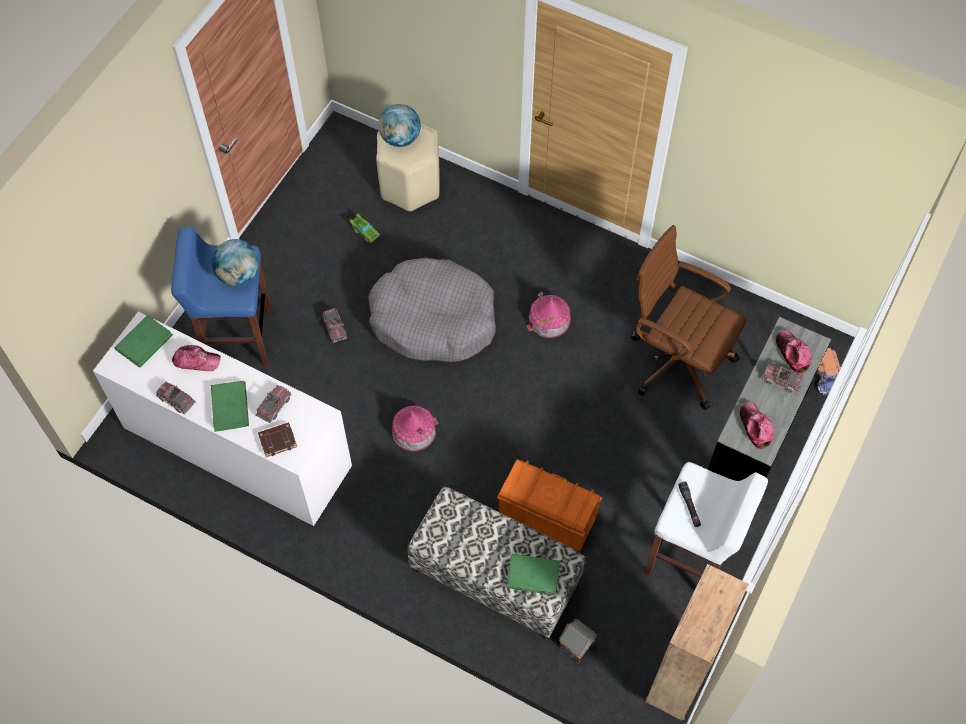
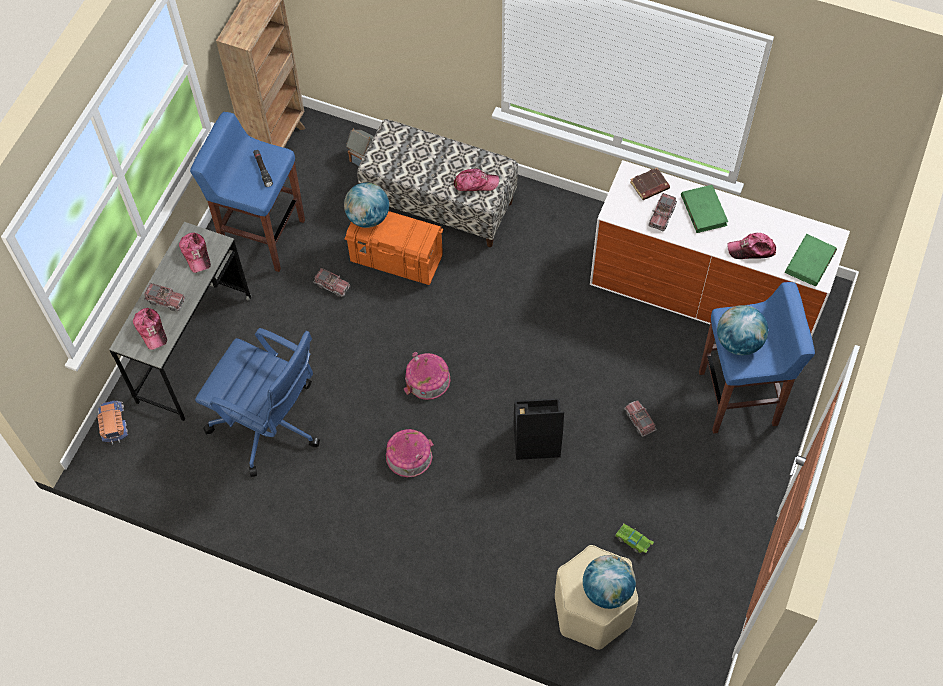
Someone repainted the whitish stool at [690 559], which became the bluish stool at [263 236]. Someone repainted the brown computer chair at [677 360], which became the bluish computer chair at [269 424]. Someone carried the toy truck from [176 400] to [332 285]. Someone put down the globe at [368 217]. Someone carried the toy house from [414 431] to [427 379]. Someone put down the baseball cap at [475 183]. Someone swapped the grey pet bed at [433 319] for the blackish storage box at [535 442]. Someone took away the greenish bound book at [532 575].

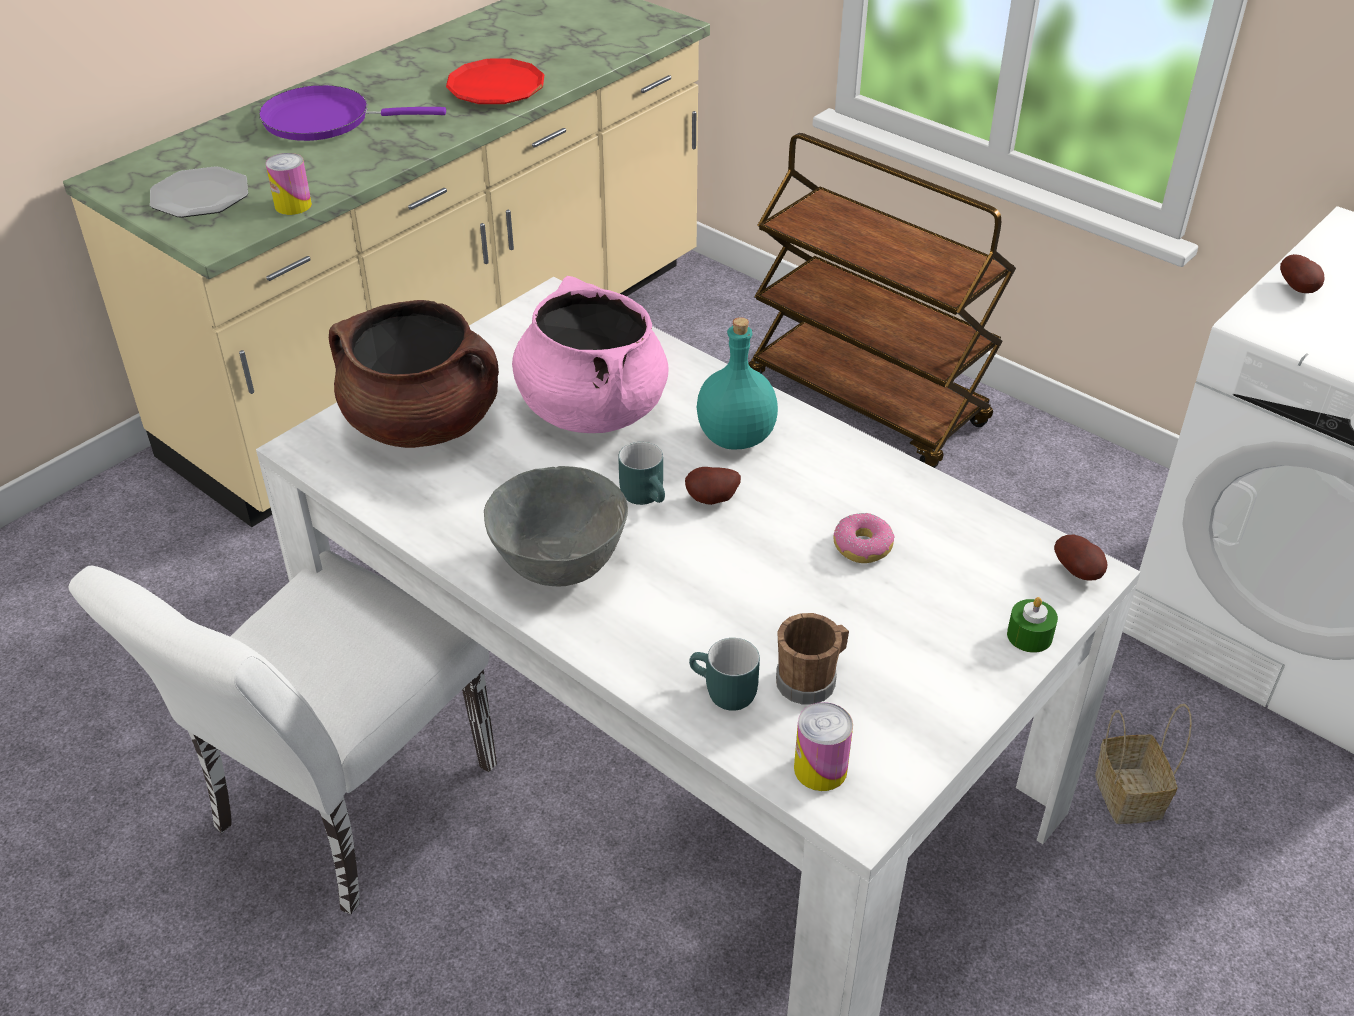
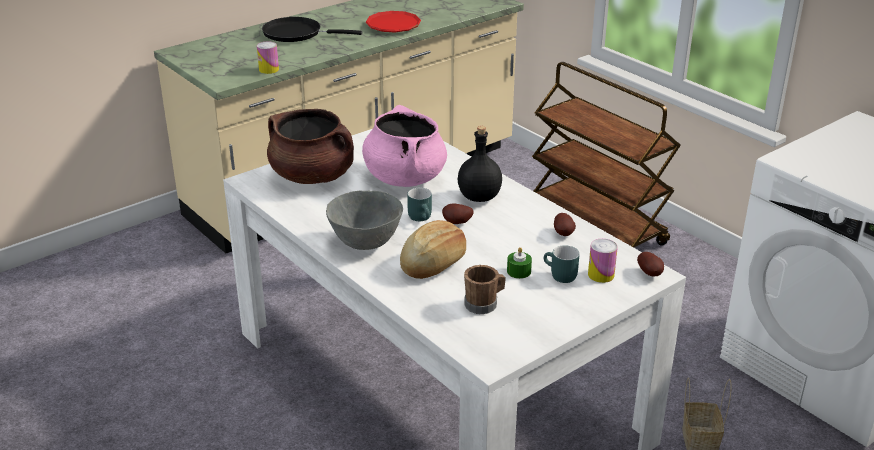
Someone repainted the purple skillet at [325 120], which became the blackish skillet at [297 34]. Someone put down the bread at [434 263]. Someone repainted the turquoise bottle at [737 438], which became the blackish bottle at [480 197]. Someone carried the greenish wax light from [1029 636] to [519 271]. Someone carried the turquoise mug from [722 694] to [559 276]. Someone carried the whole potato from [1298 289] to [564 234]. Someone carried the can from [820 769] to [601 275]. Someone took away the whitish chair at [340 810]. Someone took away the dinner plate at [200 195]. Someone took away the donut at [862 546].

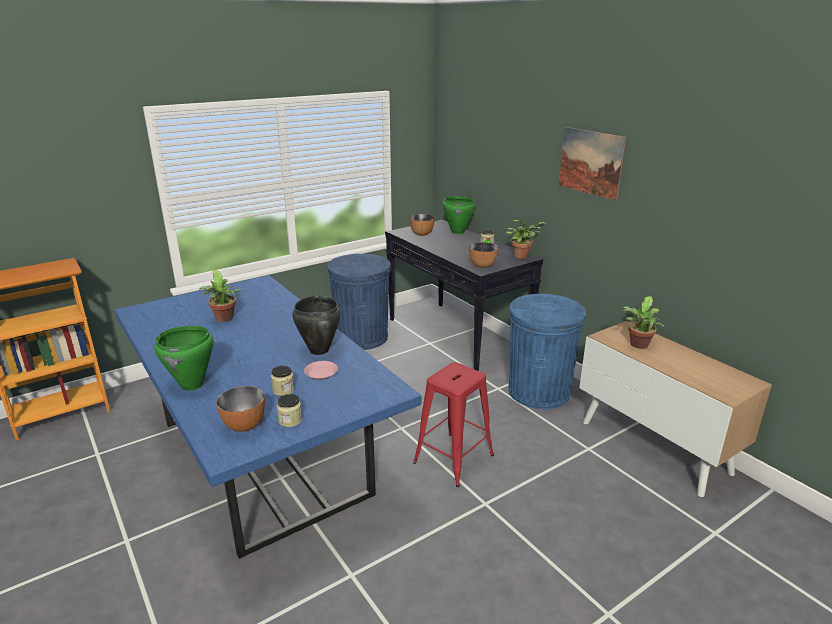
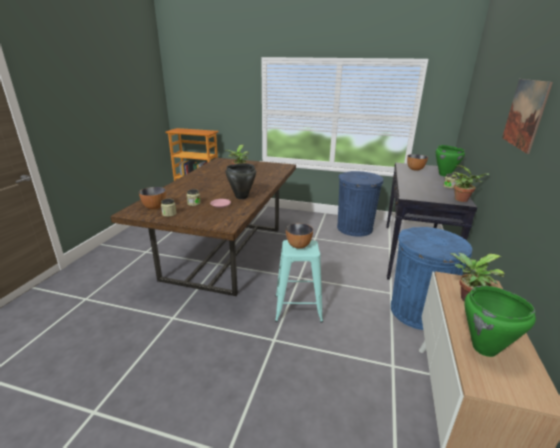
Someone repainted the bluish kitchen table at [262 455], which became the brown kitchen table at [227 251]. Someone repainted the reddish stool at [453 459], which became the turquoise stool at [298 308]. Someone carried the deep dish from [482 266] to [298 245]. Someone carried the greenish cooking pot from [192 385] to [484 348].

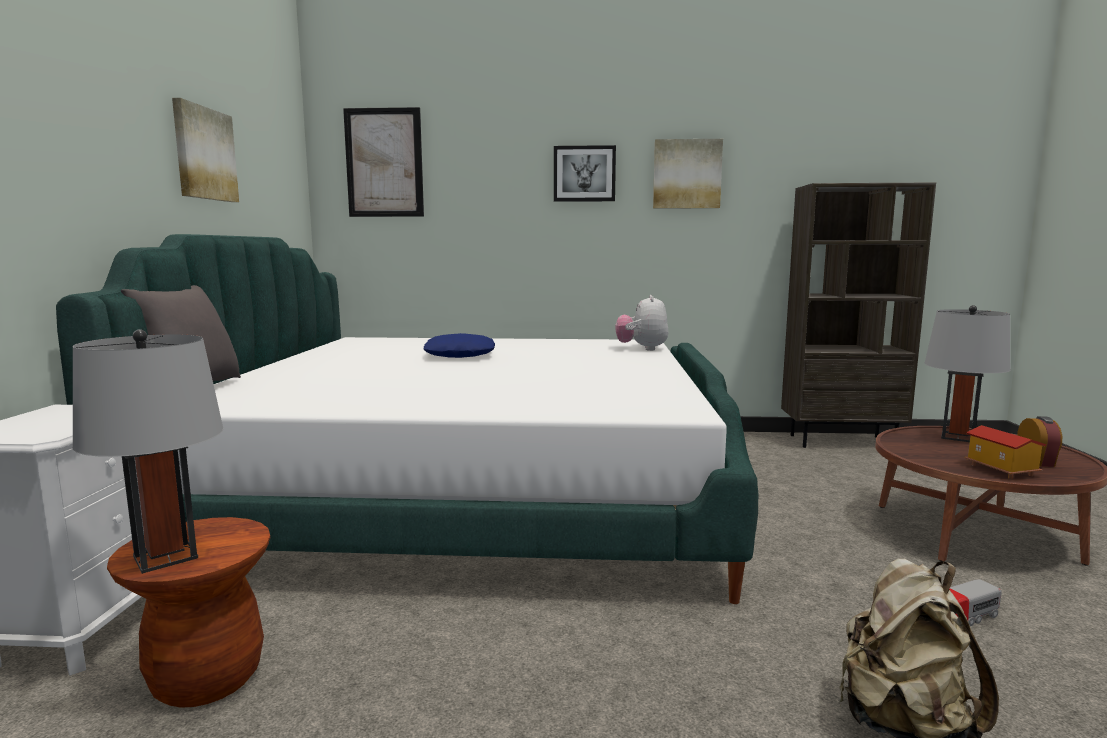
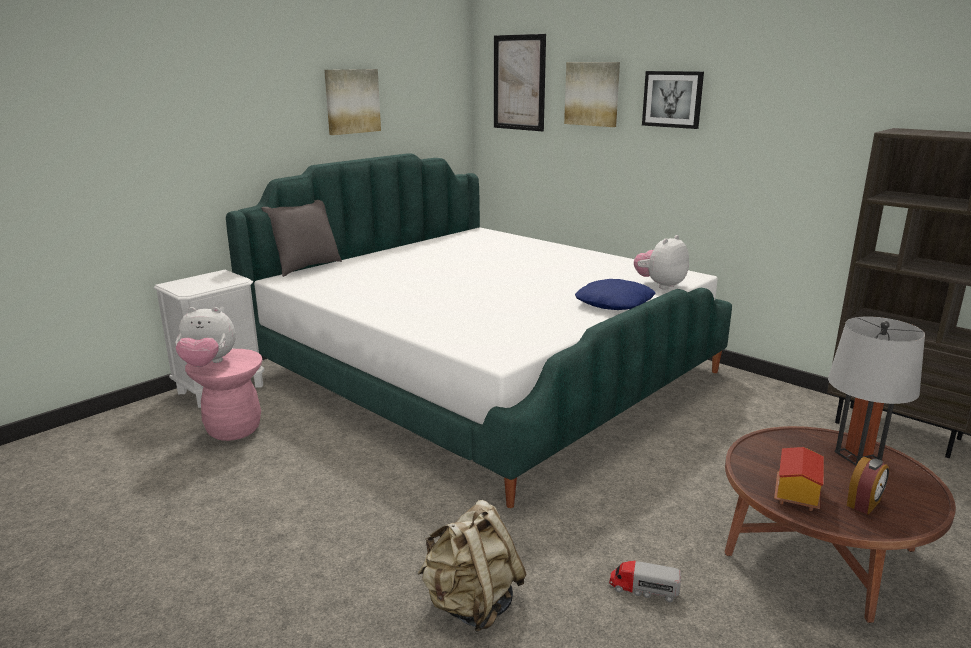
Someone swapped the grey table lamp at [166 557] for the soft toy at [208 364]. Someone repainted the brown stool at [207 678], which became the pink-coloured stool at [233 429]. Someone carried the wall art from [687 174] to [592 94]. Someone carried the bluish pillow from [459 355] to [614 303].

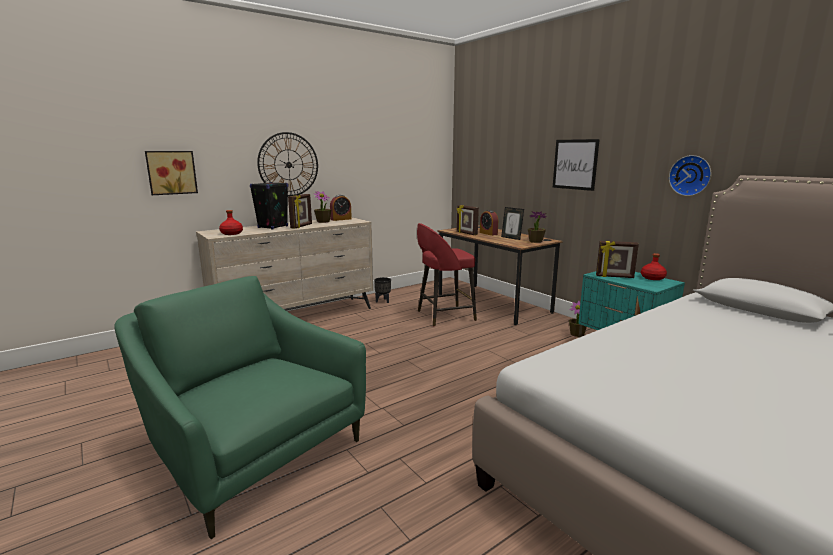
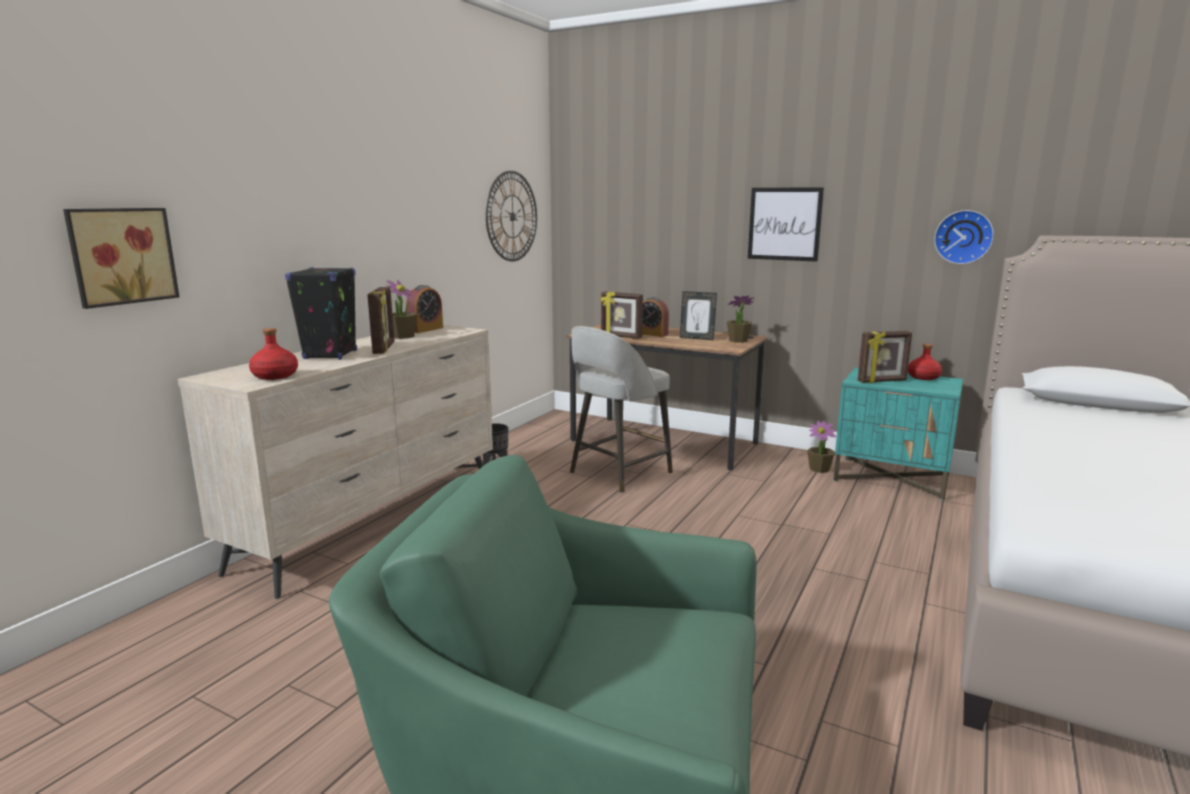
Someone carried the hanging clock from [288 164] to [512 216]. Someone repainted the reddish stool at [444 316], which became the grey stool at [618 473].

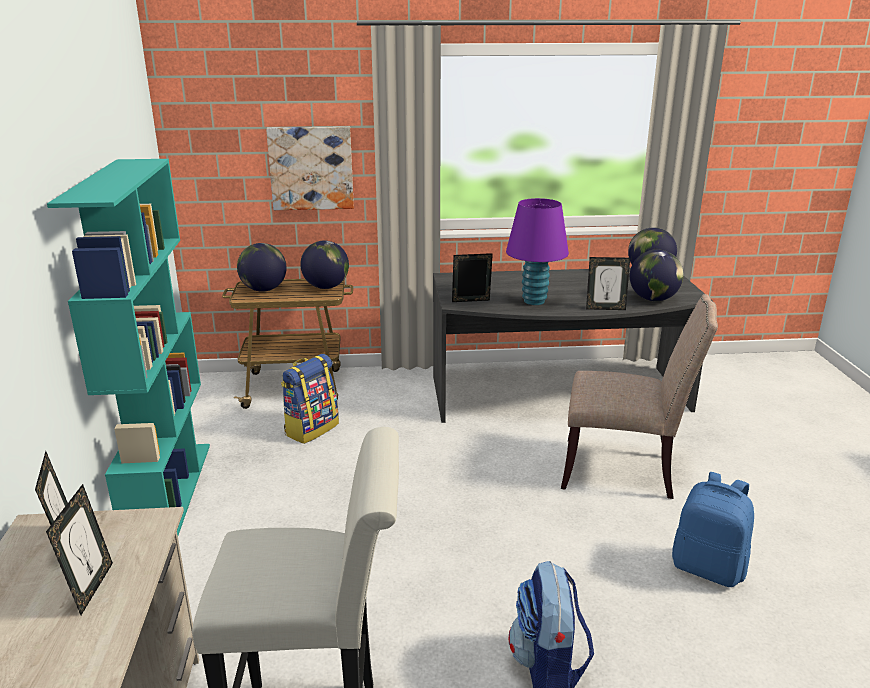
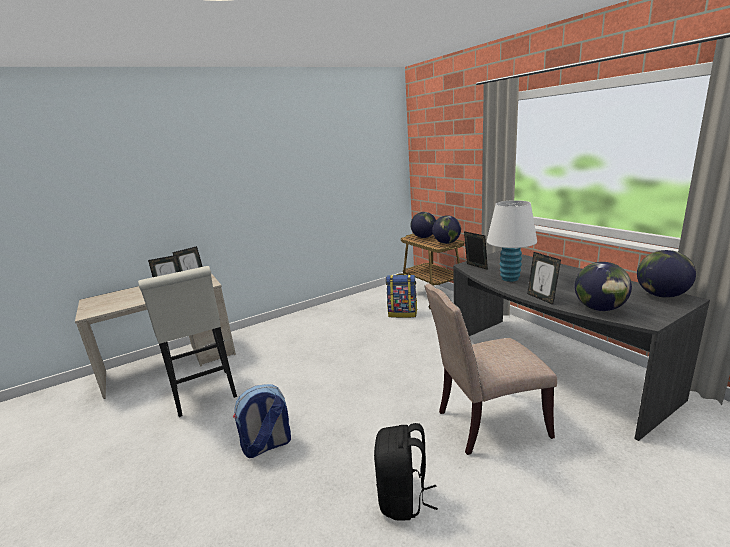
Someone repainted the bluish backpack at [708 568], which became the blackish backpack at [403 498]. Someone rotated the sand-coloured chair at [623 470] by 90 degrees clockwise. Someone repainted the purple table lamp at [534 301], which became the whitish table lamp at [510 278]. Someone took away the turquoise bookshelf at [169 491]. Someone took away the wall art at [311 168].

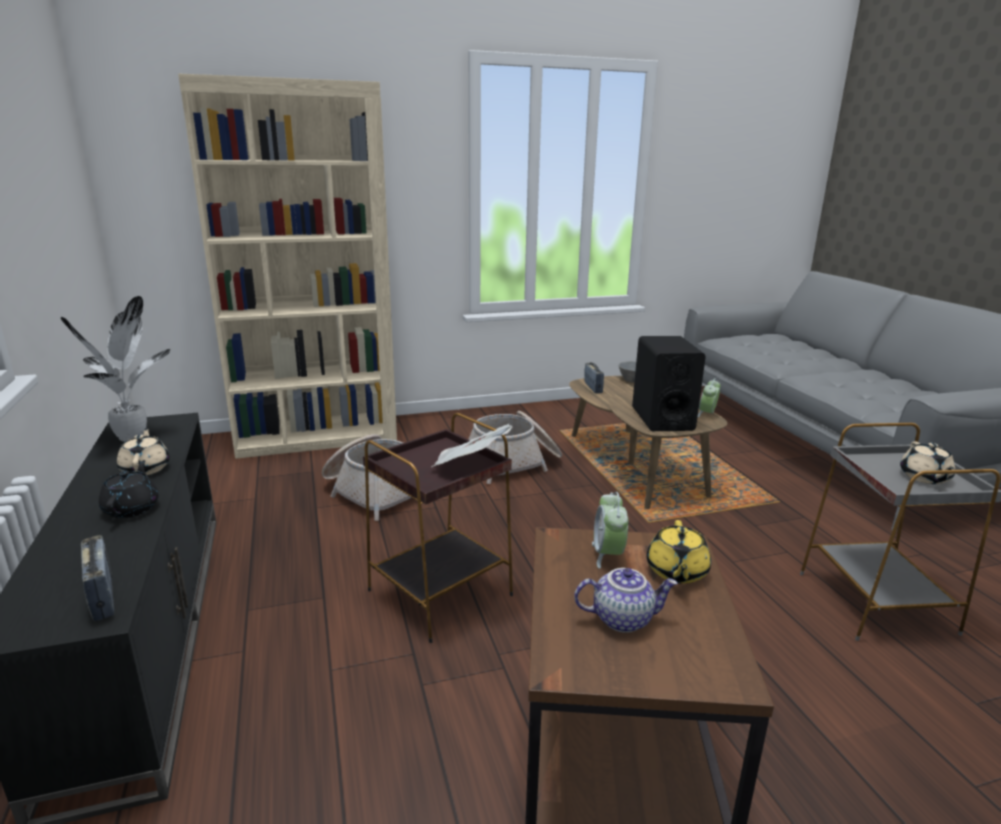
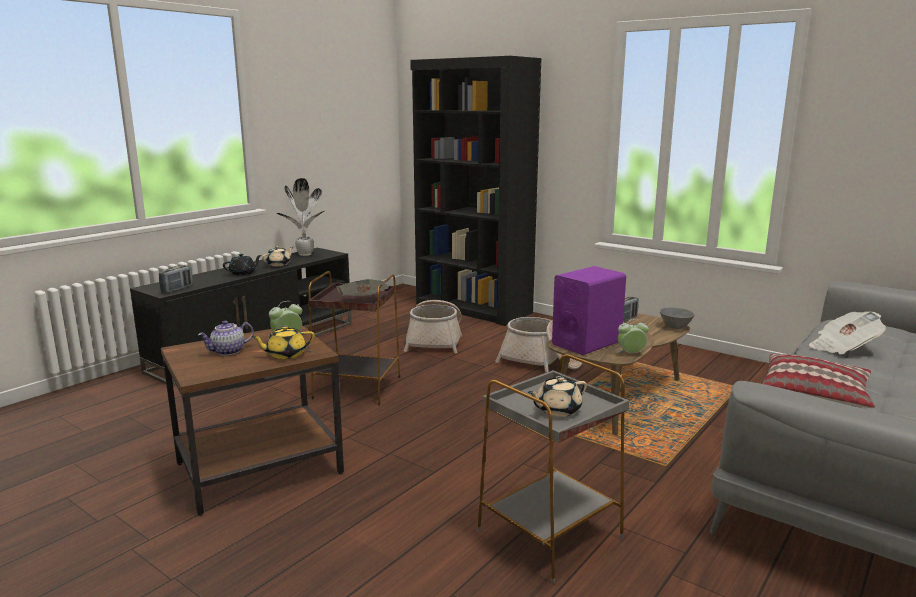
Someone rotated the tea pot at [623 618] by 90 degrees clockwise. Someone repainted the sand-coloured bookshelf at [317 437], which became the blackish bookshelf at [473 308]. Someone repainted the blackish speaker at [662 418], which became the purple speaker at [587 343]. Someone put down the pillow at [815 394]. Someone put down the newspaper at [843 348].

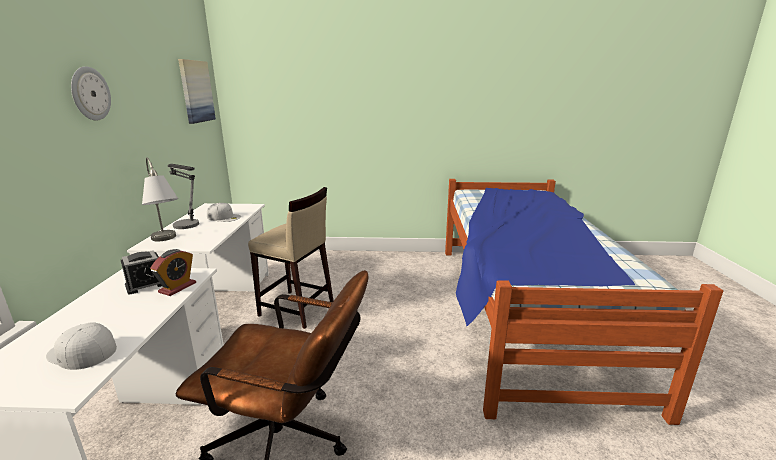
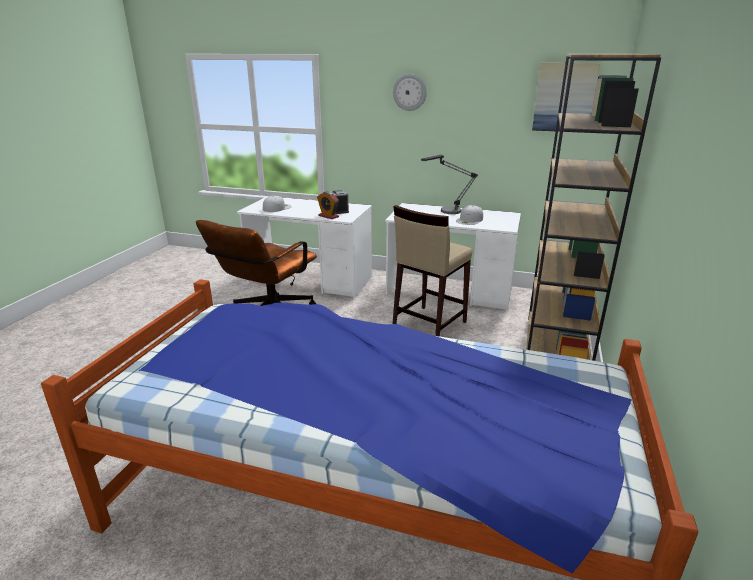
Someone put down the brown bookshelf at [556 348]. Someone took away the grey table lamp at [166 241].

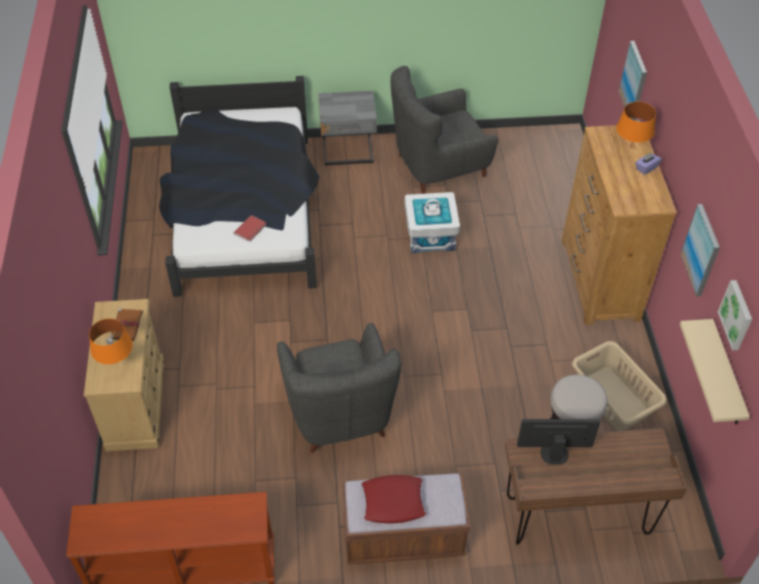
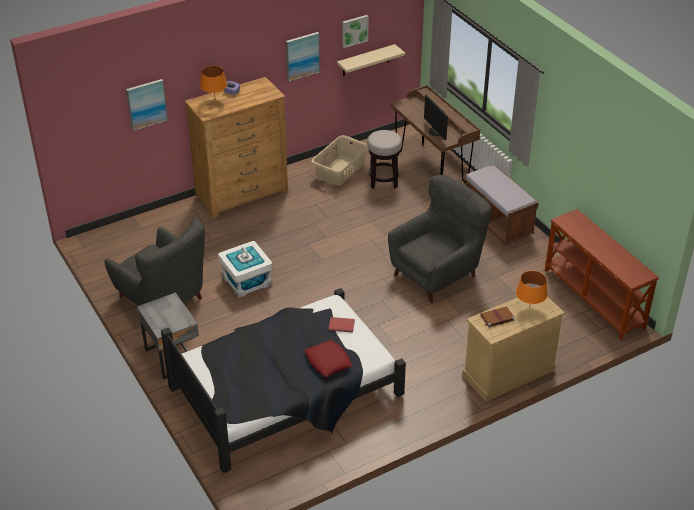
Someone carried the reddish pillow from [393 502] to [328 361].

